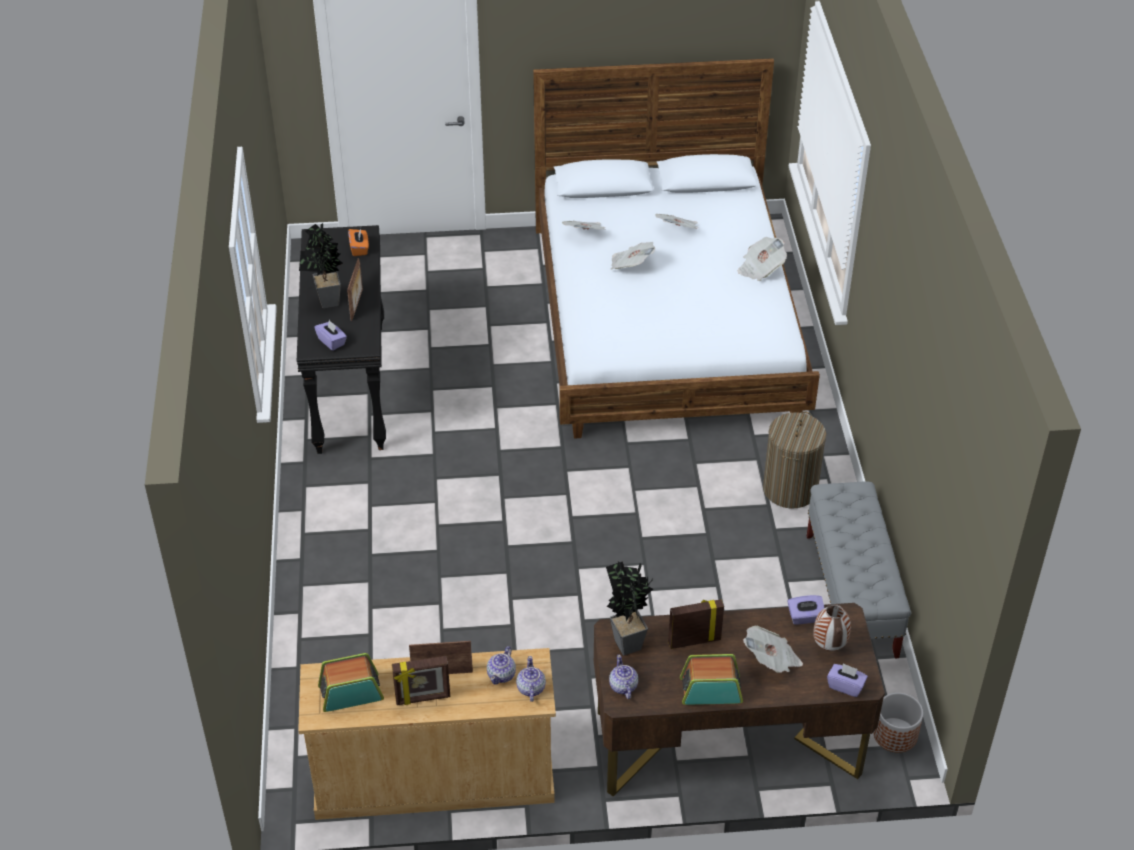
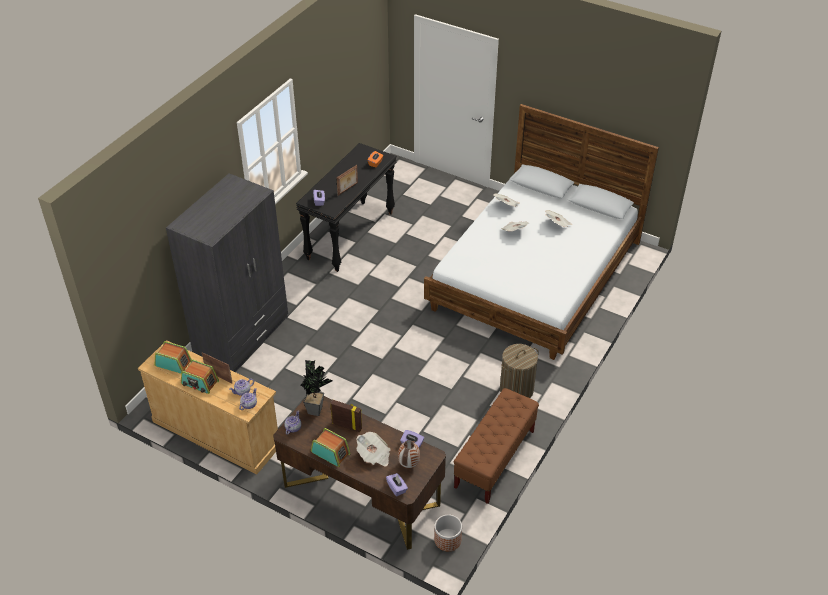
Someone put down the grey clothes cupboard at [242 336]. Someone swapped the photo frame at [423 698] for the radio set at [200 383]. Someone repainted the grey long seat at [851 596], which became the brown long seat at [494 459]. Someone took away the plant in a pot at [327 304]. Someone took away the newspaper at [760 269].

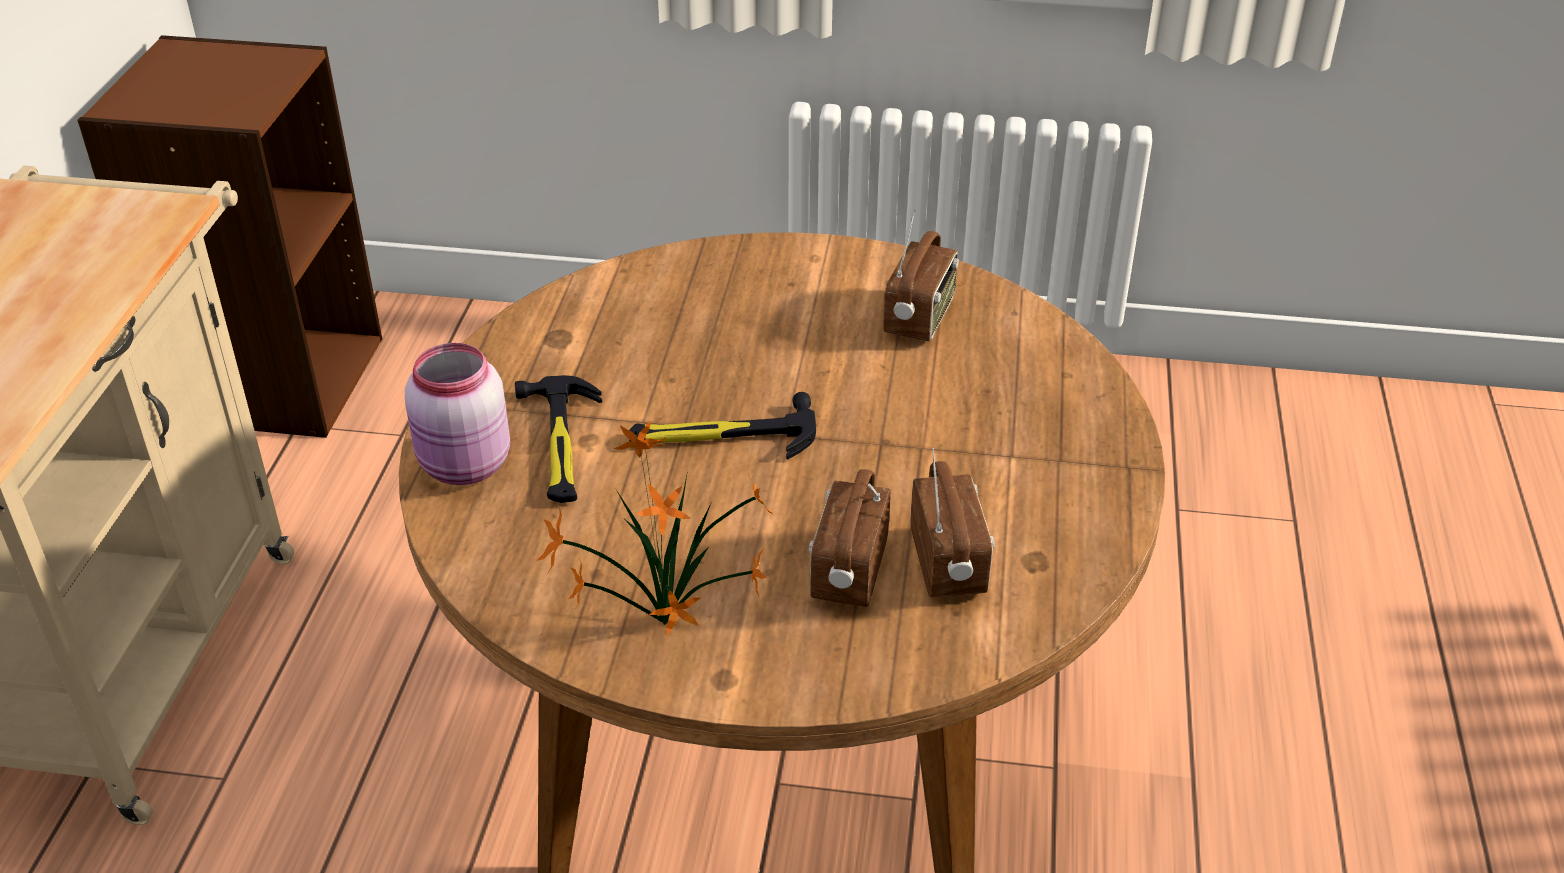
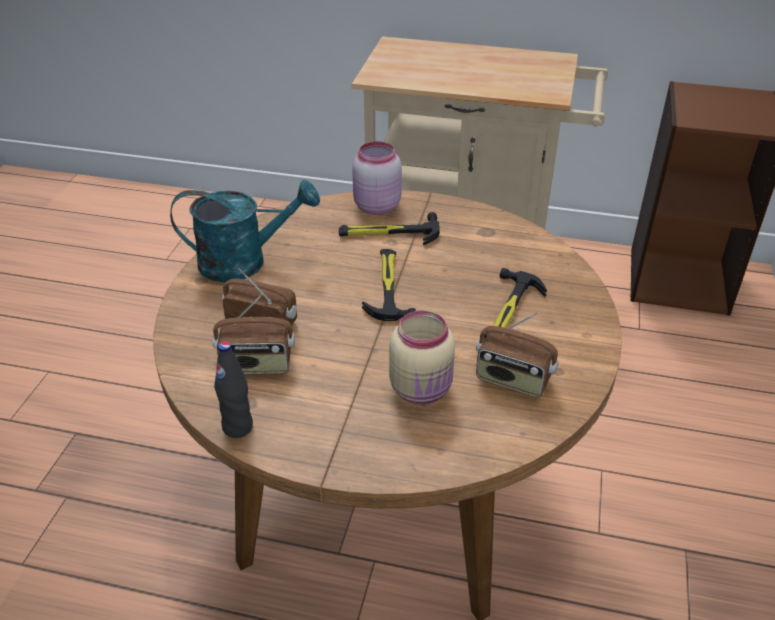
Someone swapped the plant in a pot at [659 624] for the turquoise watering pot at [245 262]. Someone put down the blackish bottle at [238 427]. Someone put down the sand-coloured preserve jar at [422 389]. Someone put down the hand hammer at [509 311].

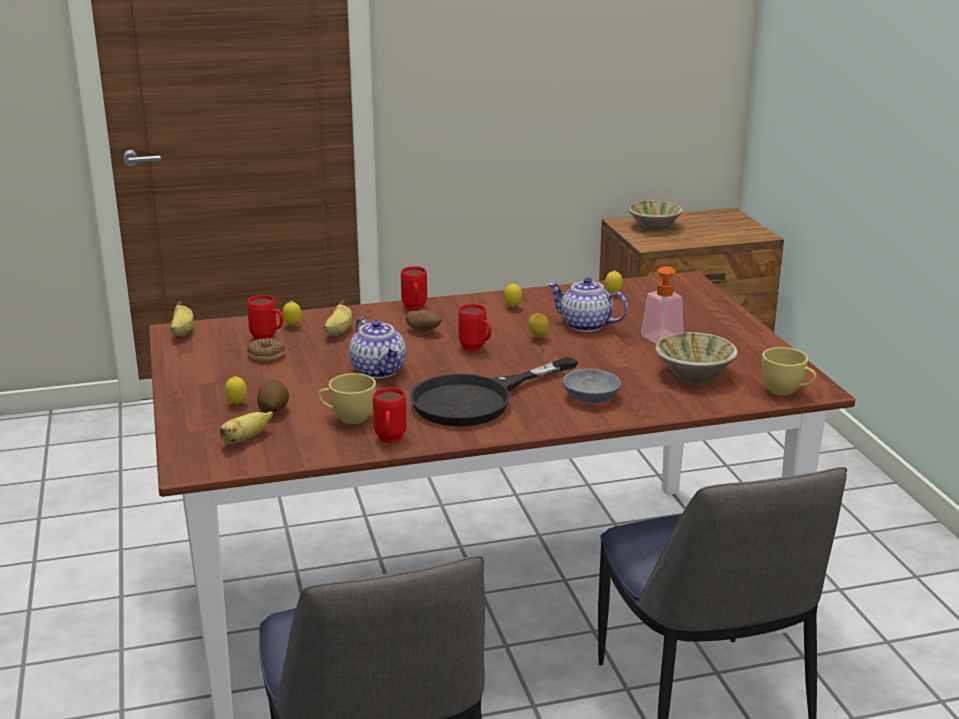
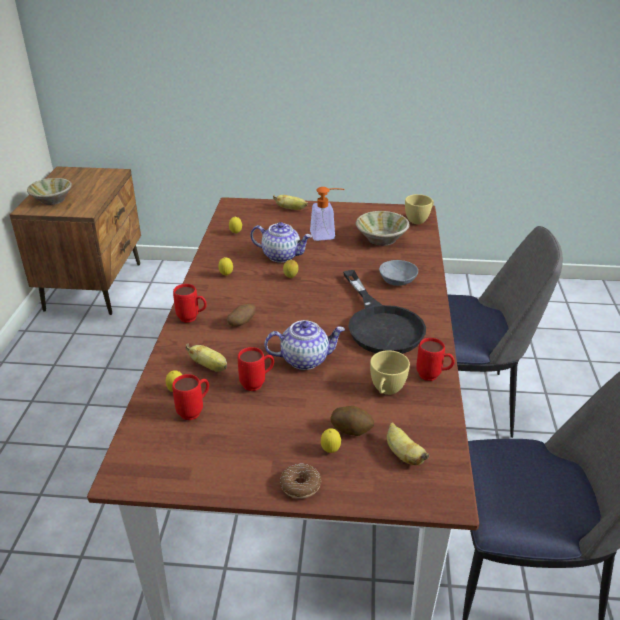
Someone carried the reddish mug from [476 349] to [257 384]. Someone rotated the tea pot at [585 325] by 120 degrees counterclockwise. Someone carried the banana from [182 332] to [291 209]. Someone carried the donut from [266 355] to [300 485].

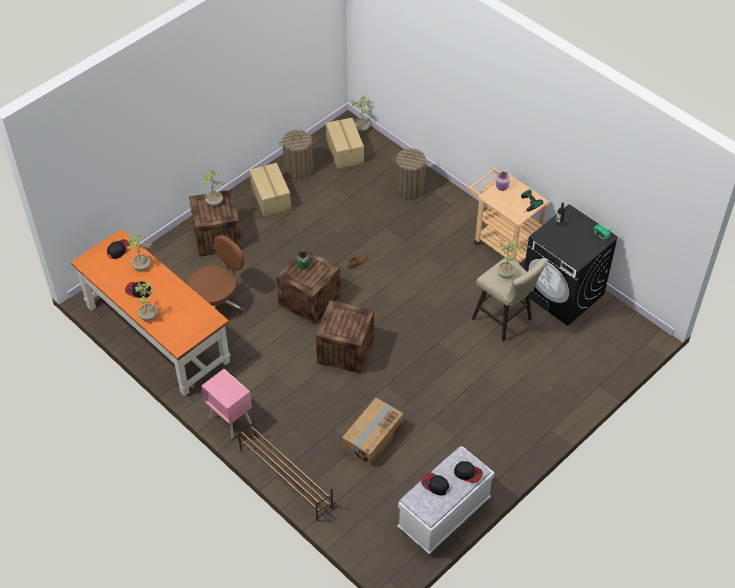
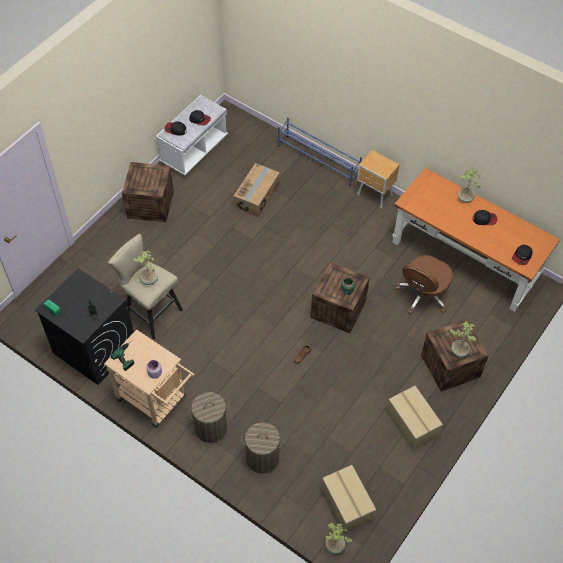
Someone carried the crate from [345 350] to [150 204]. Someone carried the laundry basket from [299 170] to [210 428]. Someone repainted the brown shoe stand at [285 477], which became the bluish shoe stand at [318 160]. Someone repainted the pink-coloured night table at [230 420], which became the brown night table at [375 196]. Someone took away the plant in a pot at [142 267].

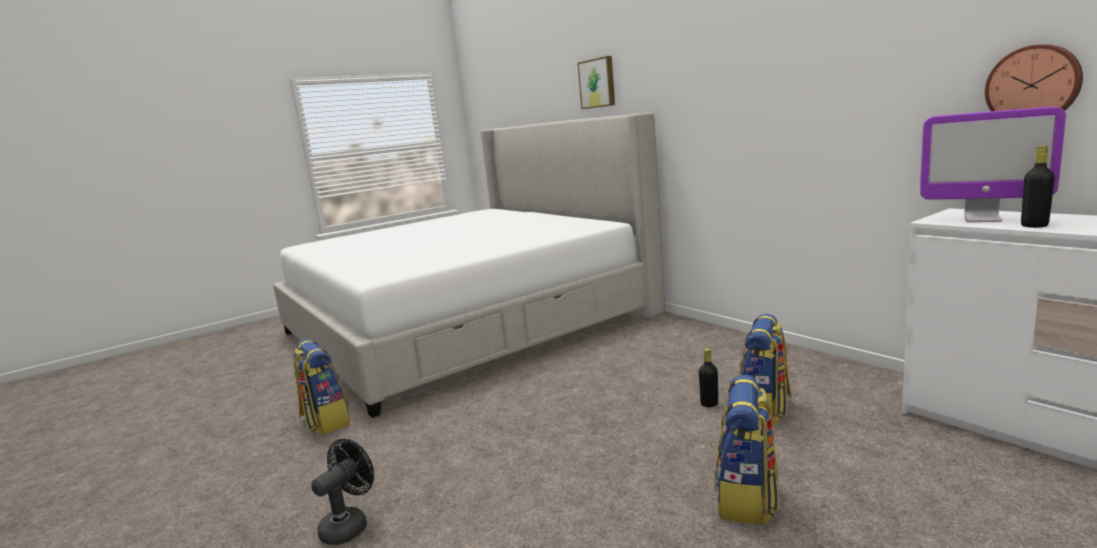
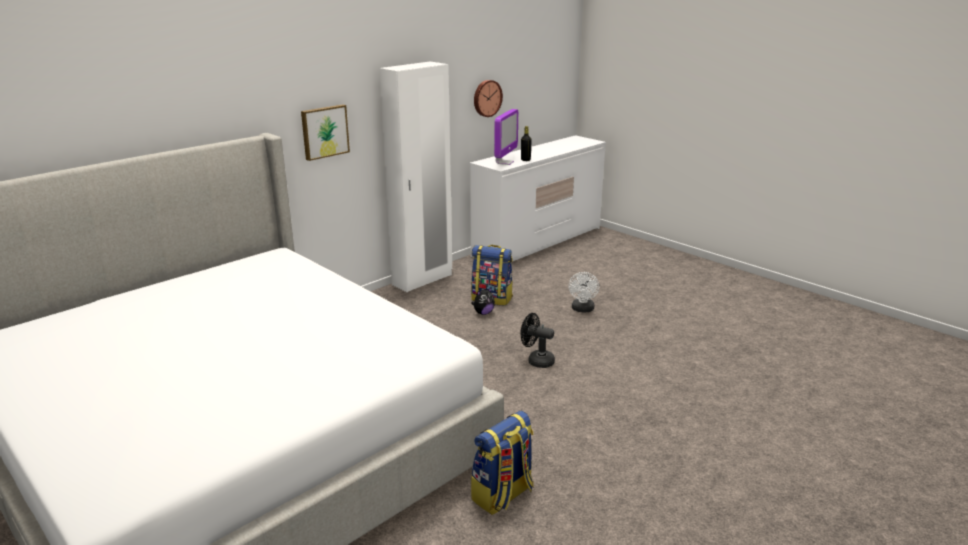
Someone carried the wall art from [598 83] to [324 131]. Someone put down the whitish clothes cupboard at [422 280]. Someone swapped the blackish bottle at [709 404] for the soft toy at [483 313]. Someone carried the blackish cooling fan from [349 525] to [536 360]. Someone swapped the backpack at [747 499] for the whitish cooling fan at [582 309].

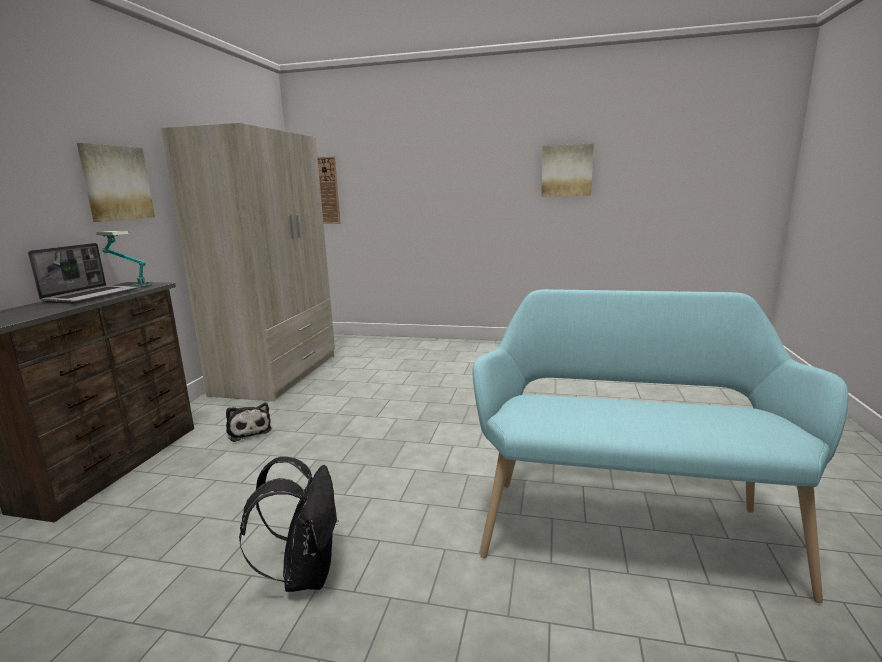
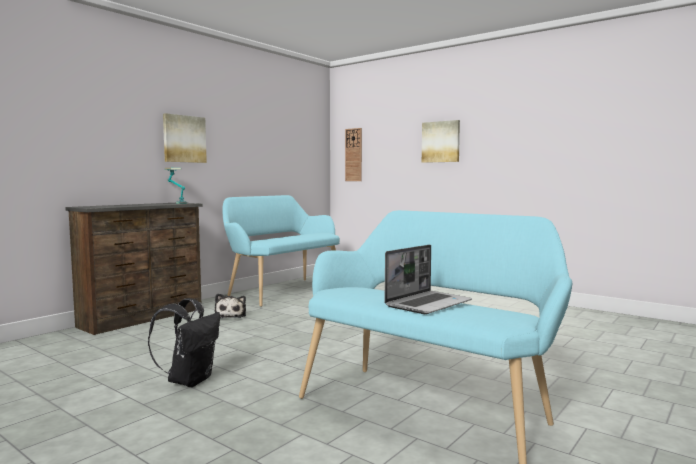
Someone swapped the sand-coloured clothes cupboard at [278 374] for the turquoise long seat at [283 290]. Someone carried the notebook computer from [92 296] to [428 304]. Someone carried the wall art from [566 170] to [441 142].

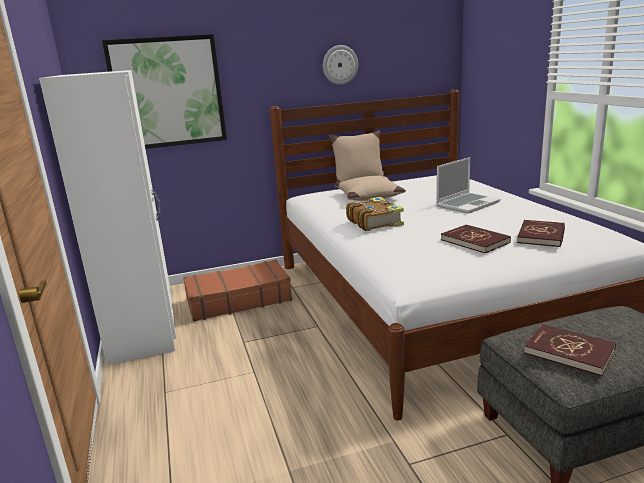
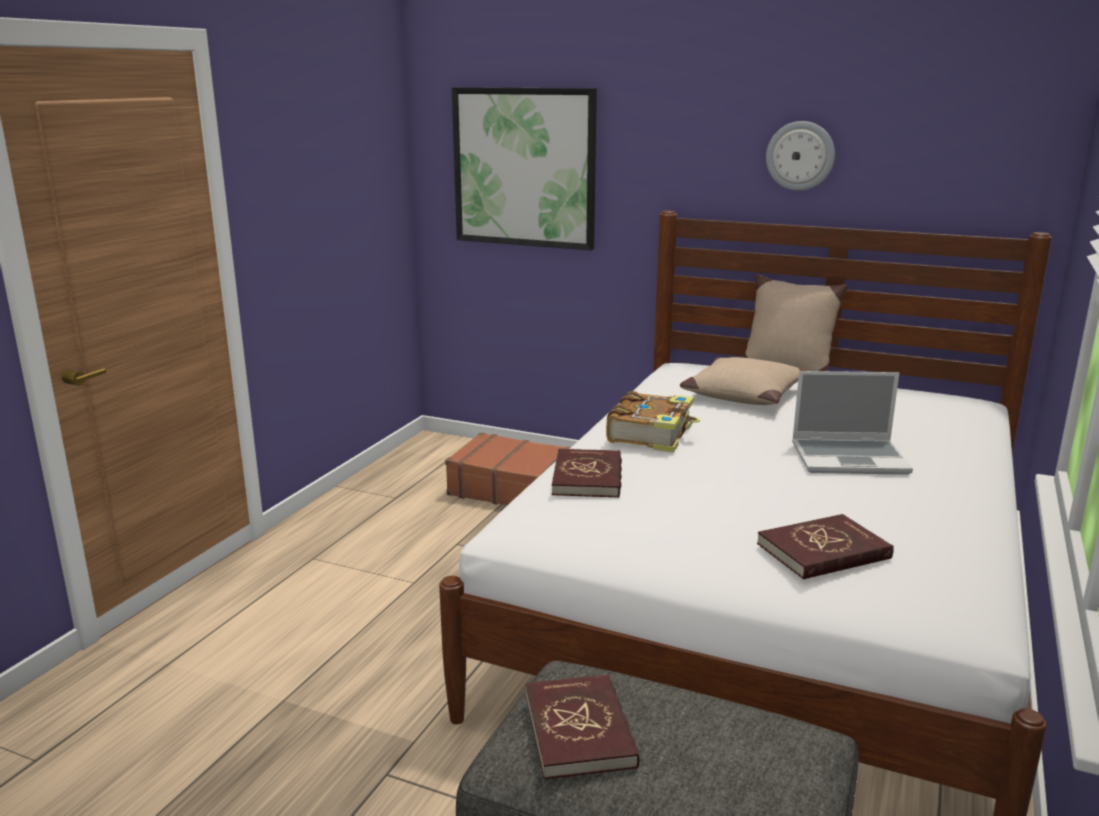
Someone carried the reddish bound book from [475 241] to [588 477]. Someone took away the whitish clothes cupboard at [144 329].

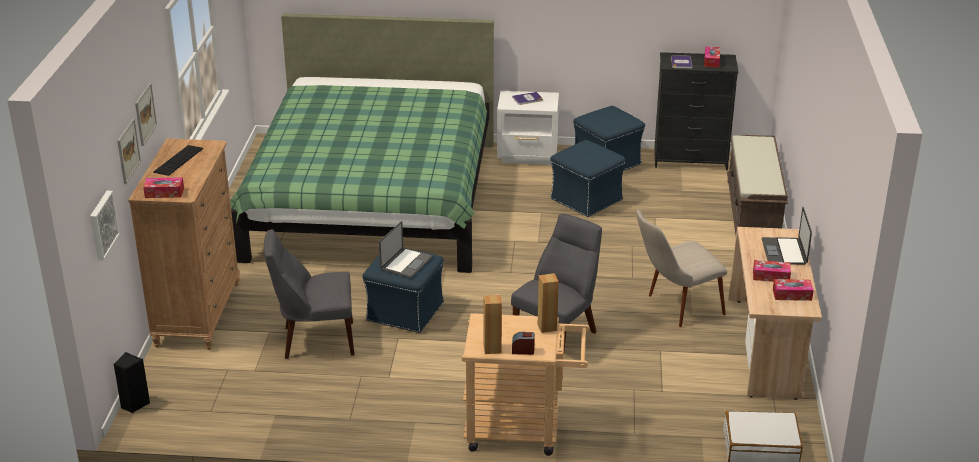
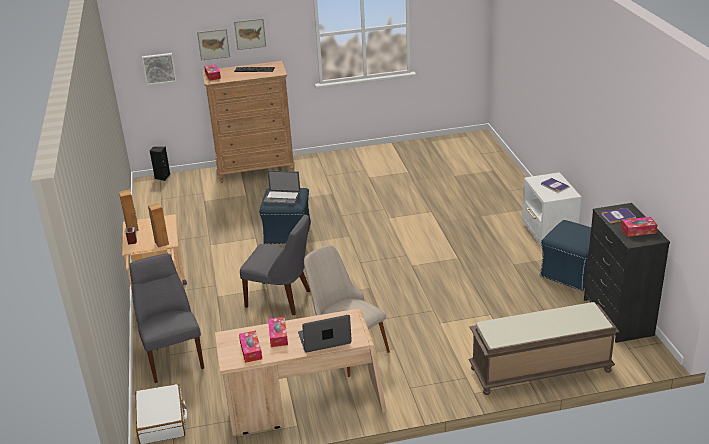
Someone carried the grey chair from [315 340] to [172 356]. Someone took away the greenish bed at [373 200]. Someone took away the bluish ottoman at [585 199].

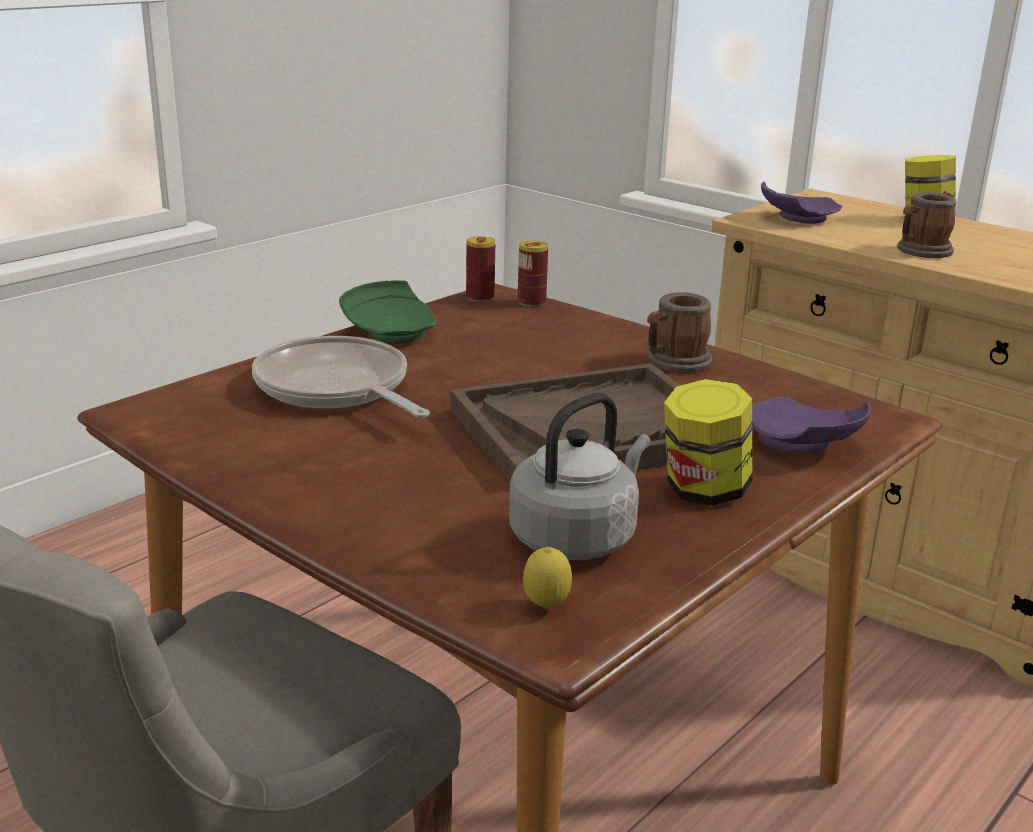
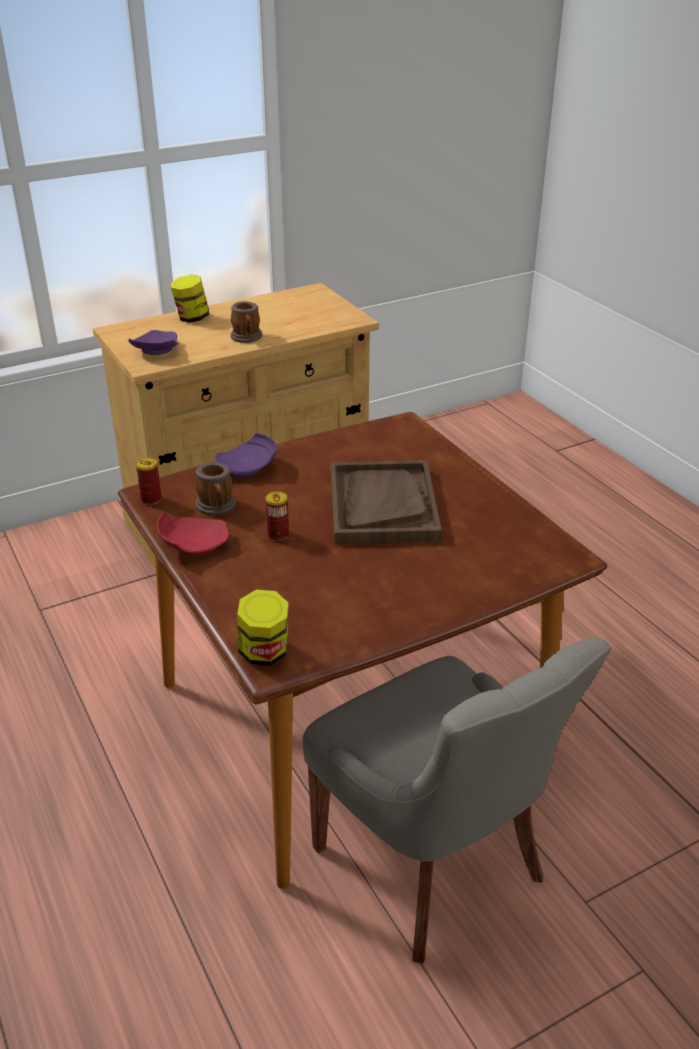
Someone repainted the greenish dinner plate at [392 332], which became the reddish dinner plate at [193 544]. Someone carried the mug from [674 363] to [217 507]. Someone carried the purple dinner plate from [801 444] to [248 468]. Someone carried the preserve jar from [703 491] to [264 653]. Someone carried the can from [531 302] to [278 535]. Someone took away the skillet at [336 388]. Someone took away the grey water kettle at [577 537]. Someone took away the citrus fruit at [546 607].

